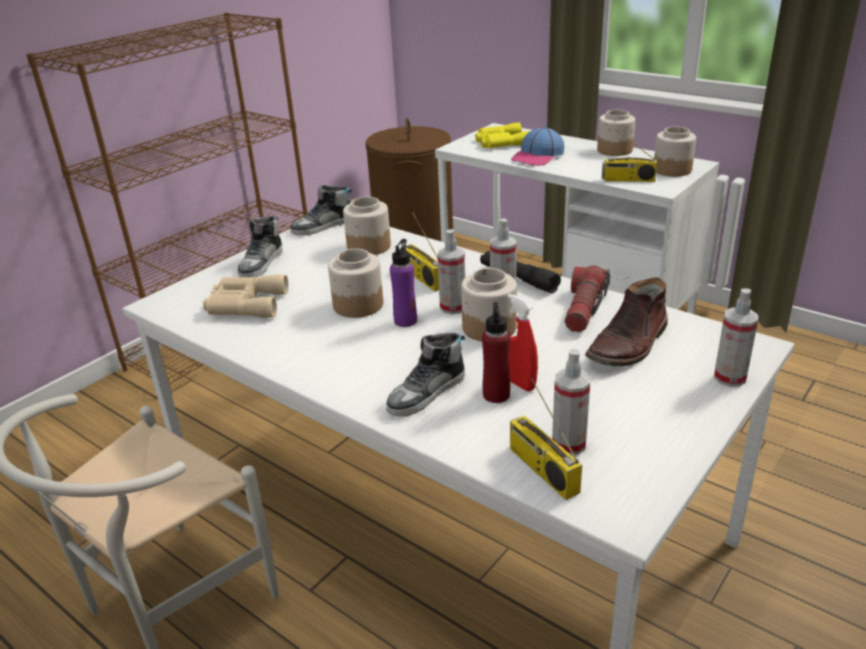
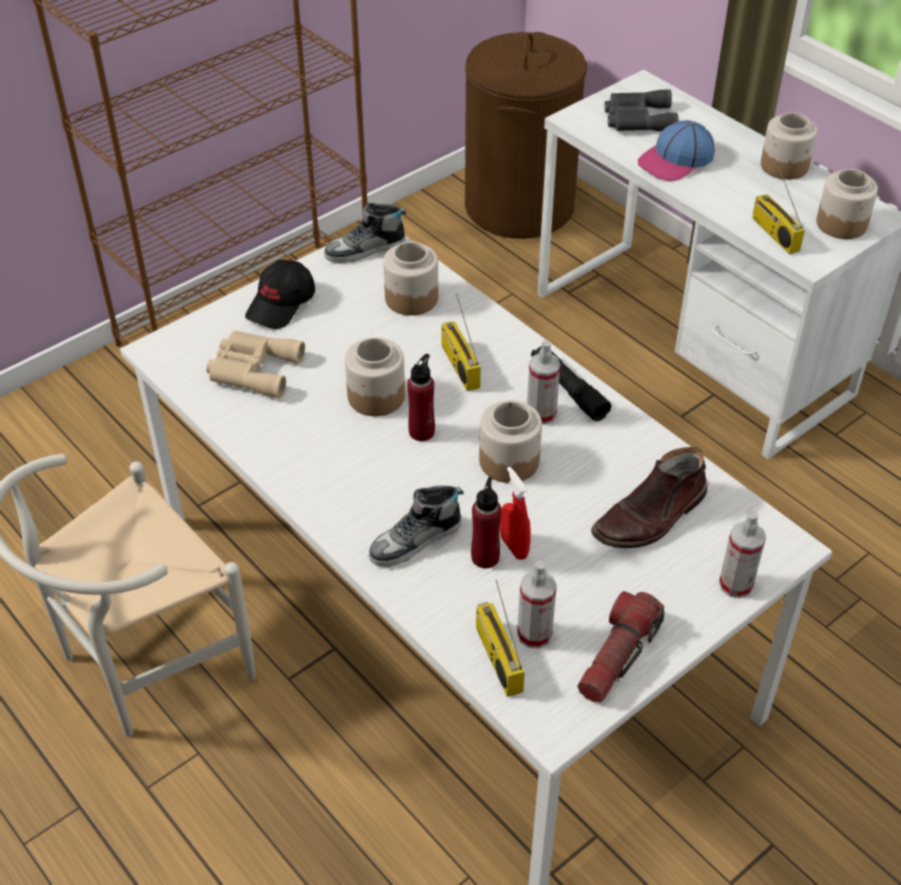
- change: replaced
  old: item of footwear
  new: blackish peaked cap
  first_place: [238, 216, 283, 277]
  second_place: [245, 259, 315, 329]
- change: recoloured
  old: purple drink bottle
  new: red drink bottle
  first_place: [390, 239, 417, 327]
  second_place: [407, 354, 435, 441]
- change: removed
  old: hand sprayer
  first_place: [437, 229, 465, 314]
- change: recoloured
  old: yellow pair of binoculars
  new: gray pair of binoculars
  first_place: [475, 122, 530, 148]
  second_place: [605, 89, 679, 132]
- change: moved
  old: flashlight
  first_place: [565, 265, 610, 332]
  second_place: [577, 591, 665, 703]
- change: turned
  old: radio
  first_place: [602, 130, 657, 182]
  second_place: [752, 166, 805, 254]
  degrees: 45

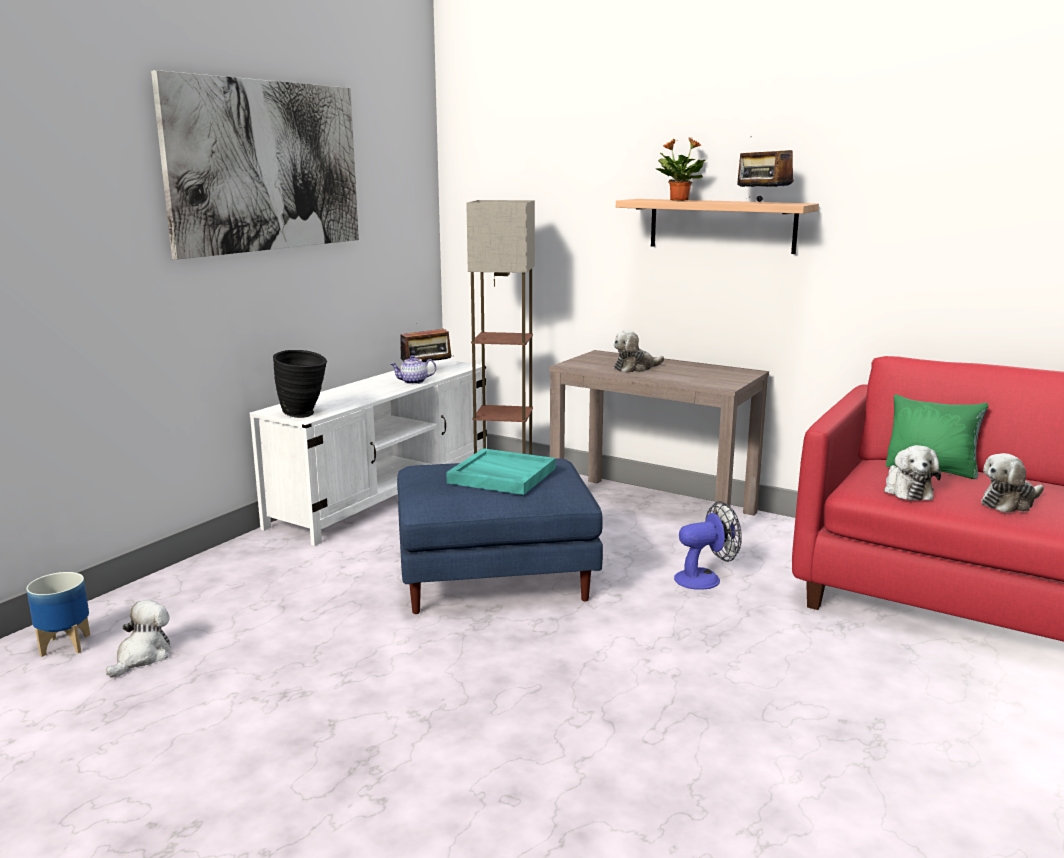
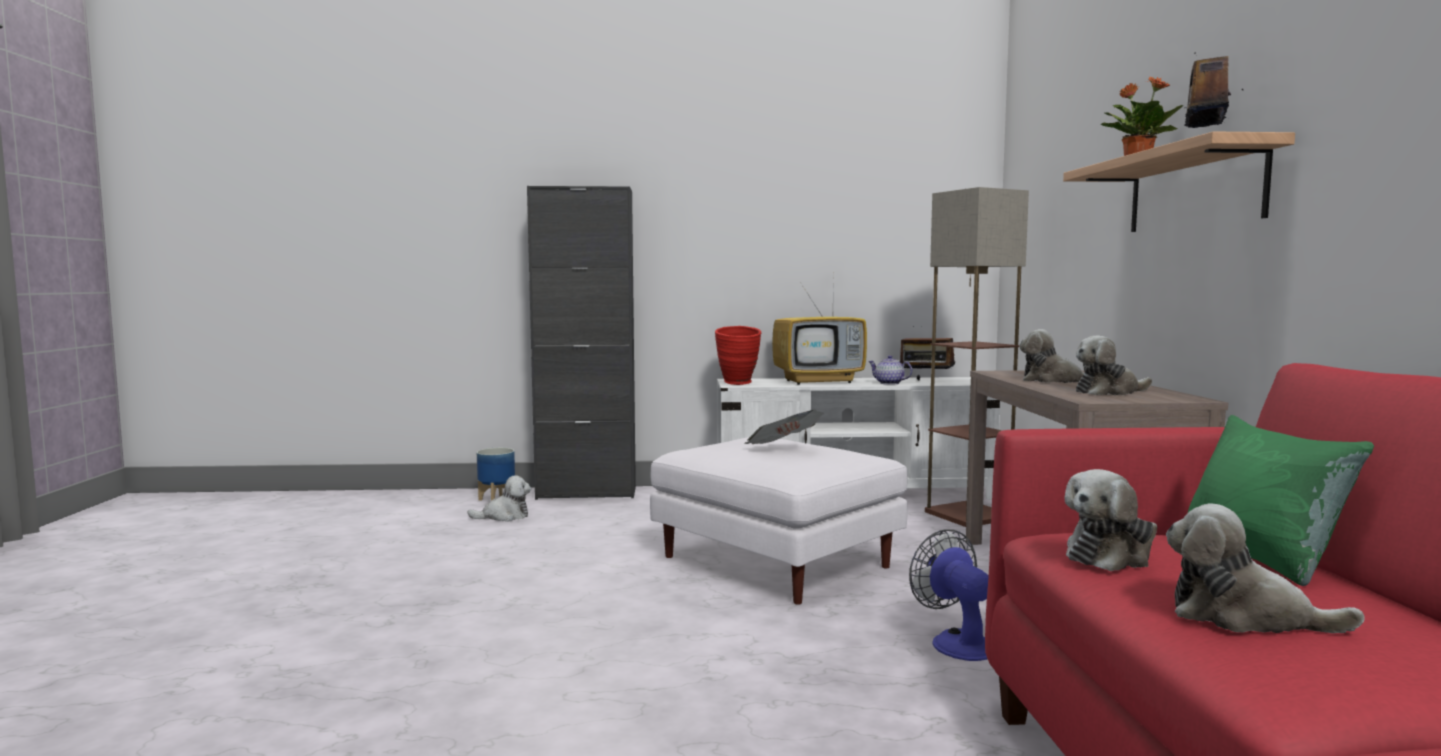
- change: removed
  old: wall picture
  first_place: [151, 70, 359, 260]
- change: recoloured
  old: blackish decorative vase
  new: red decorative vase
  first_place: [273, 350, 327, 418]
  second_place: [715, 326, 761, 385]
- change: recoloured
  old: bluish pouffe
  new: white pouffe
  first_place: [397, 459, 603, 614]
  second_place: [650, 437, 908, 605]
- change: replaced
  old: turquoise-coloured tray
  new: daily paper
  first_place: [446, 448, 556, 495]
  second_place: [744, 410, 824, 444]
- change: turned
  old: cooling fan
  first_place: [674, 501, 742, 590]
  second_place: [909, 529, 989, 661]
  degrees: -150
- change: added
  new: blackish cupboard
  second_place: [527, 186, 636, 500]
- change: added
  new: TV
  second_place: [772, 277, 867, 385]
- change: added
  new: cuddly toy
  second_place: [1076, 335, 1152, 395]

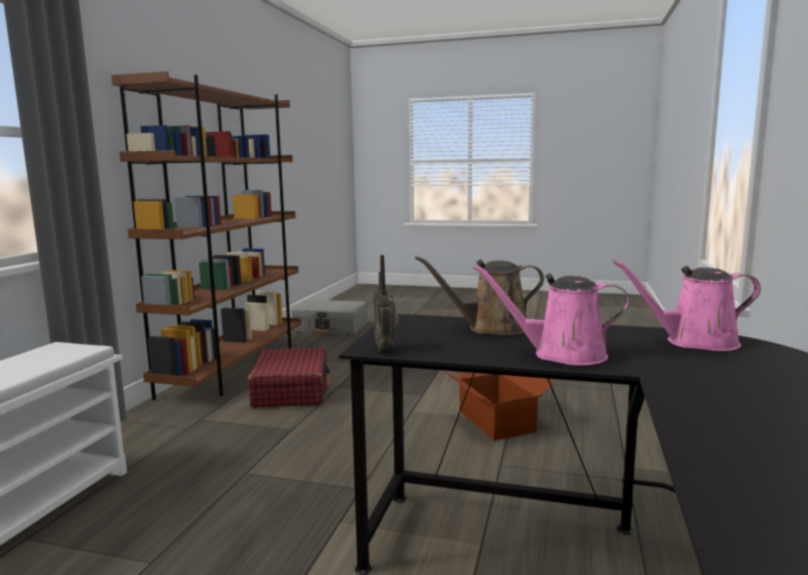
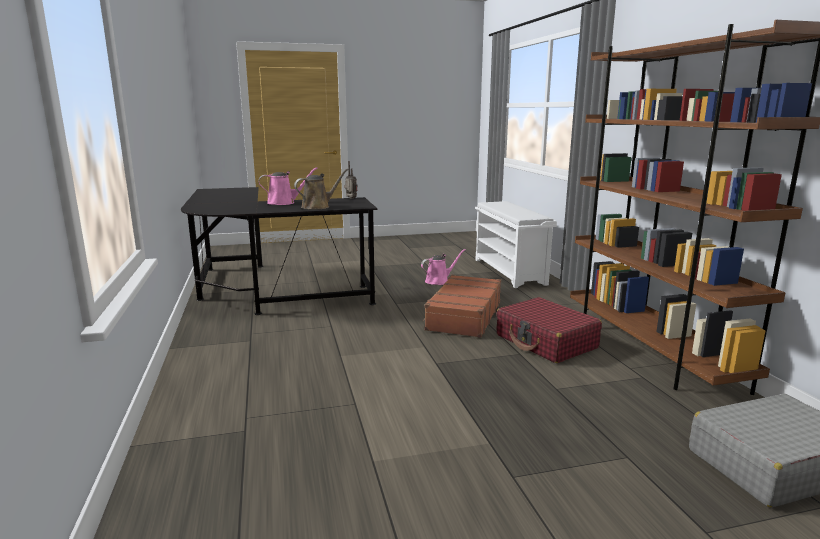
- change: removed
  old: cardboard box
  first_place: [443, 371, 555, 440]
- change: moved
  old: pinkish watering pot
  first_place: [613, 260, 761, 351]
  second_place: [421, 249, 466, 285]
- change: added
  new: brownish piece of luggage
  second_place: [423, 275, 501, 338]

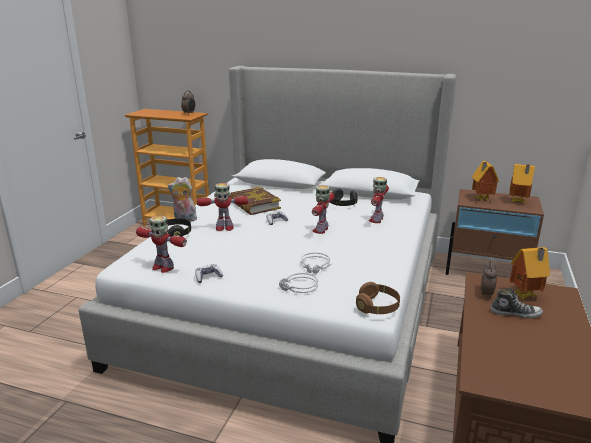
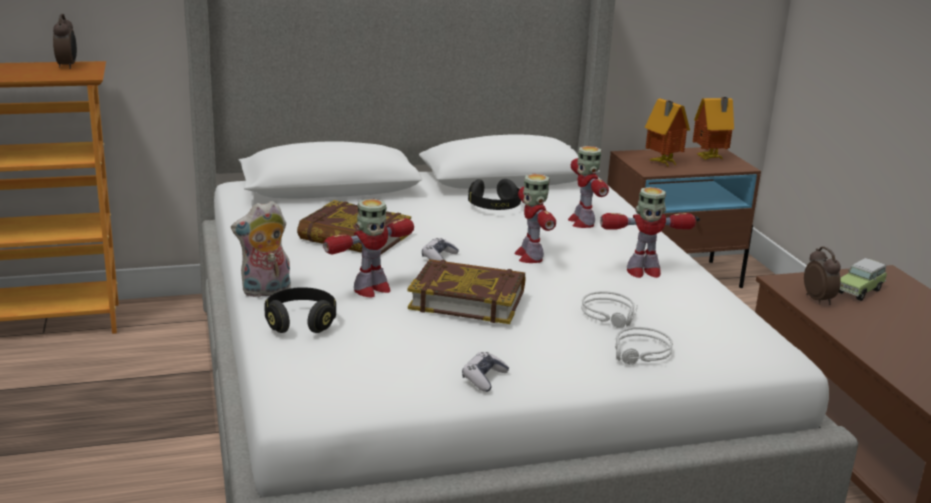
- change: moved
  old: toy robot
  first_place: [136, 215, 187, 273]
  second_place: [600, 187, 696, 278]
- change: removed
  old: brownish headset
  first_place: [356, 282, 400, 314]
- change: removed
  old: item of footwear
  first_place: [491, 288, 543, 319]
- change: replaced
  old: miniature house
  new: model car
  first_place: [510, 247, 550, 299]
  second_place: [838, 258, 887, 301]
- change: added
  new: bound book
  second_place: [407, 259, 525, 324]

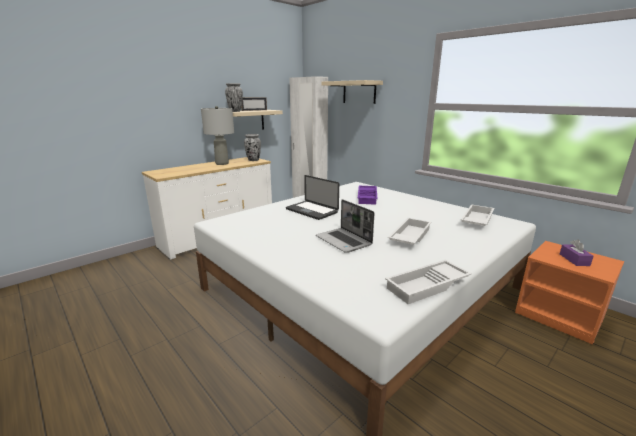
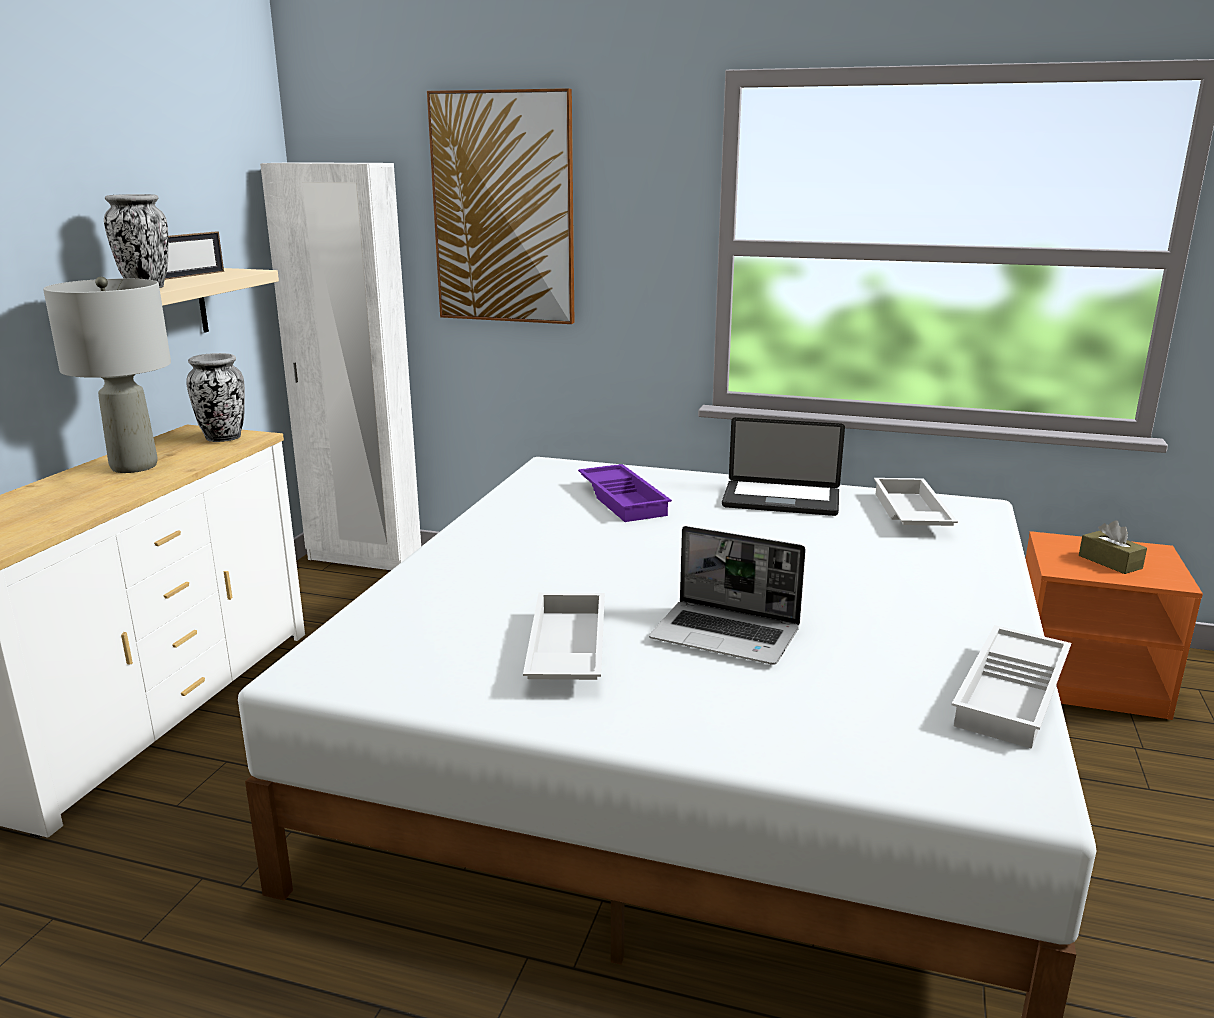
- change: moved
  old: portable computer
  first_place: [286, 175, 339, 220]
  second_place: [722, 417, 845, 516]
- change: replaced
  old: beige-coloured shelf
  new: wall picture
  first_place: [321, 80, 383, 104]
  second_place: [427, 88, 575, 324]
- change: moved
  old: white tray
  first_place: [388, 218, 432, 245]
  second_place: [523, 593, 605, 680]
- change: recoloured
  old: purple box of tissues
  new: brownish box of tissues
  first_place: [560, 240, 593, 266]
  second_place: [1079, 520, 1147, 574]

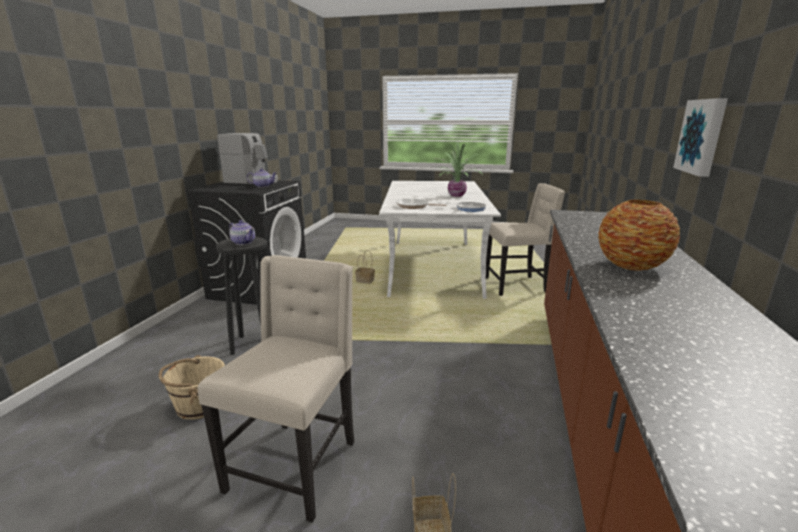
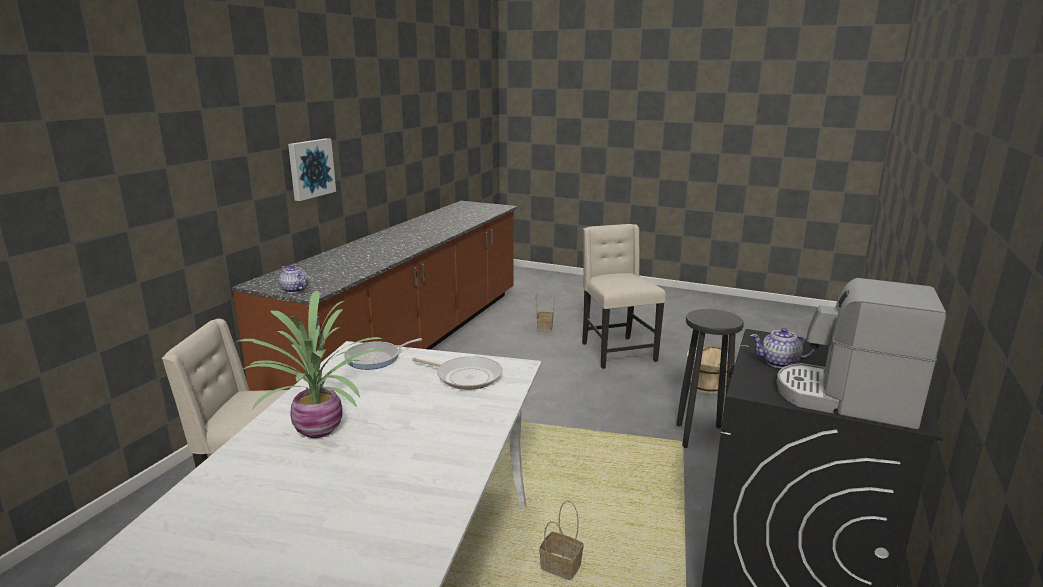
- change: turned
  old: beige-coloured upright chair
  first_place: [198, 255, 354, 523]
  second_place: [582, 224, 666, 369]
  degrees: 135
- change: moved
  old: teapot
  first_place: [229, 220, 255, 245]
  second_place: [279, 264, 308, 293]
- change: removed
  old: decorative vase
  first_place: [598, 199, 680, 271]

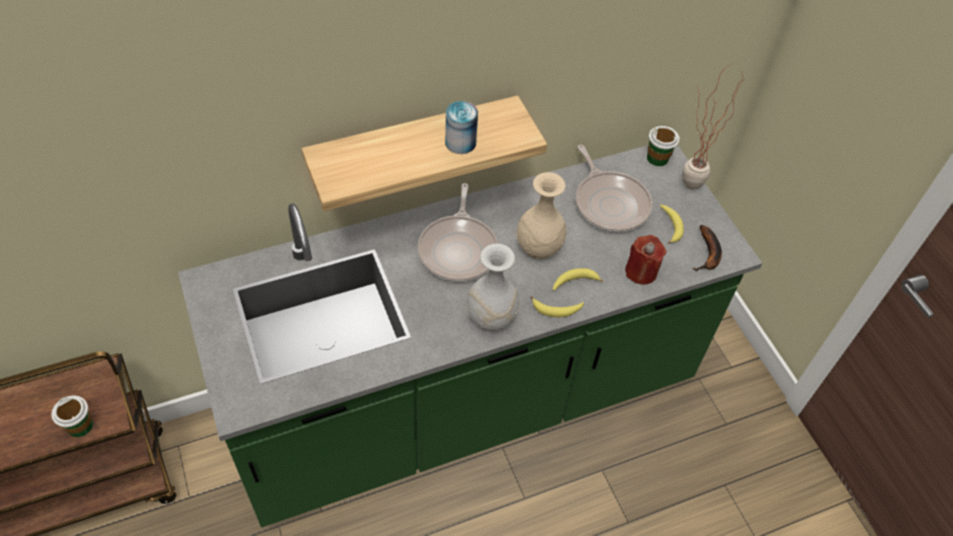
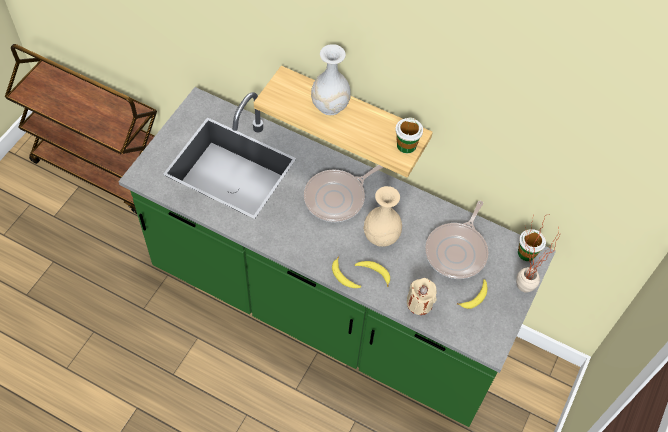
- change: moved
  old: small cup
  first_place: [51, 395, 93, 437]
  second_place: [395, 117, 423, 153]
- change: removed
  old: metal can
  first_place: [445, 101, 478, 154]
- change: moved
  old: white decorative vase
  first_place: [466, 244, 519, 331]
  second_place: [311, 44, 351, 115]
- change: recoloured
  old: red wax candle
  new: beige-coloured wax candle
  first_place: [625, 235, 666, 285]
  second_place: [407, 278, 437, 315]
- change: removed
  old: whole banana
  first_place: [692, 225, 722, 271]

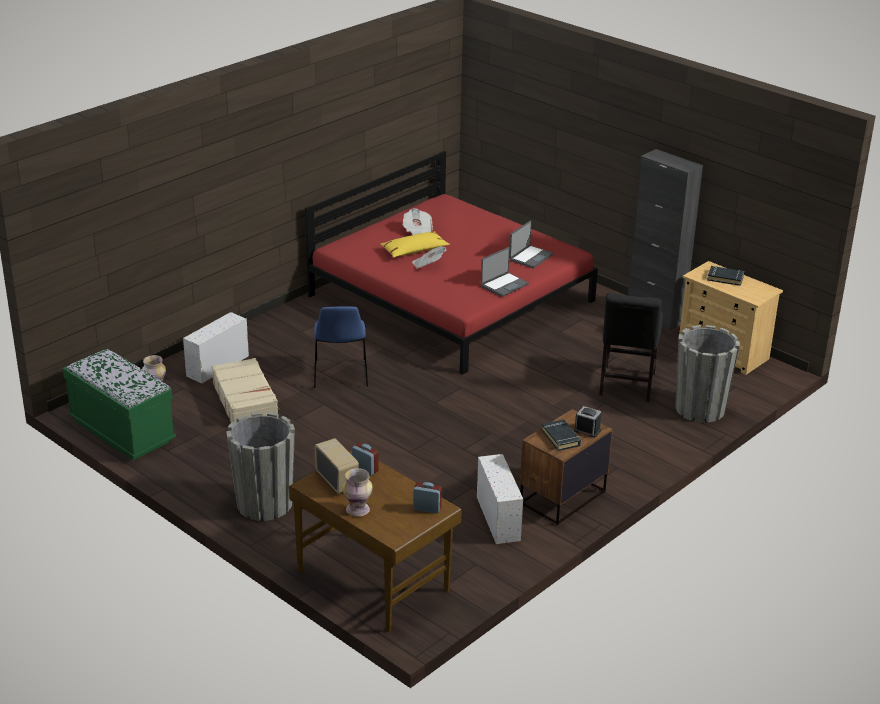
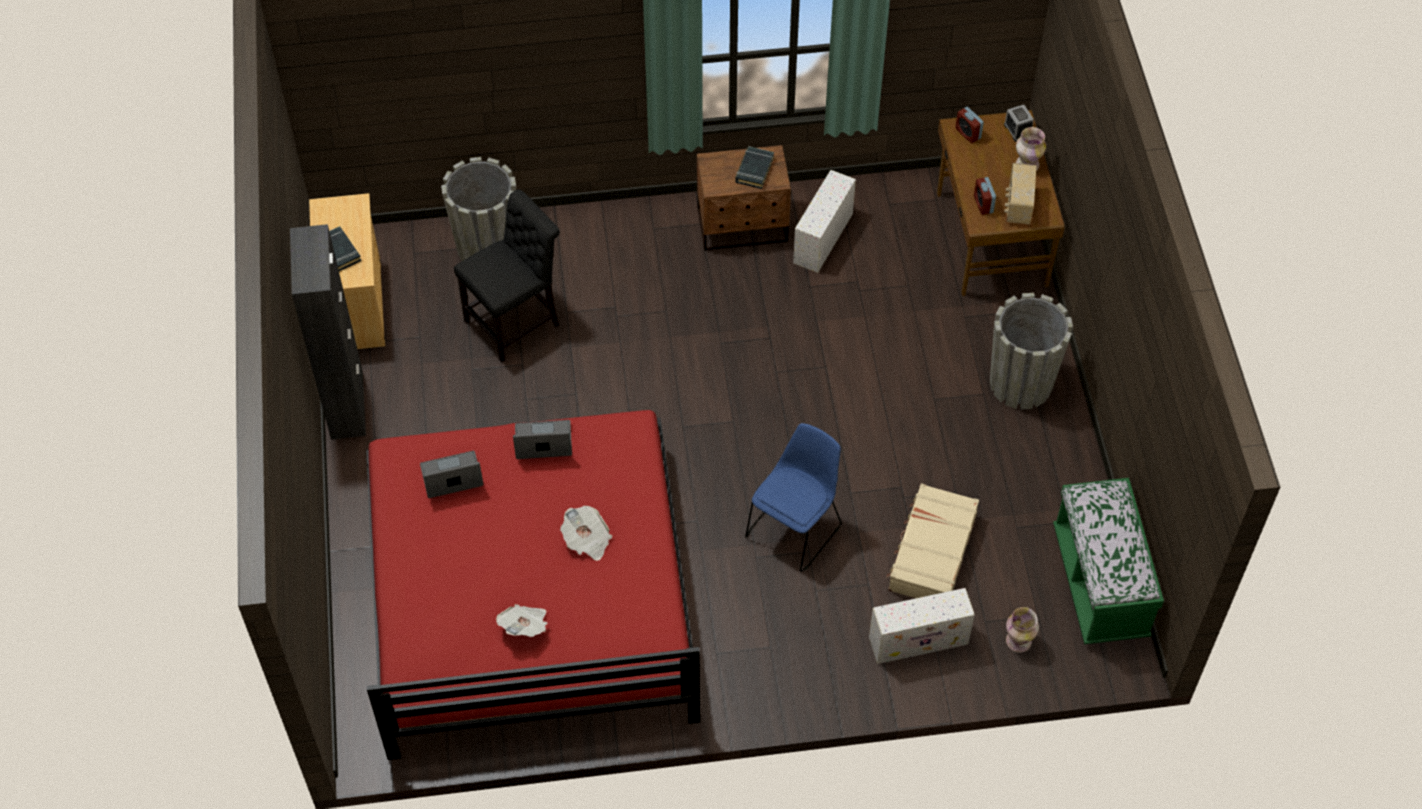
- change: removed
  old: yellow pillow
  first_place: [380, 231, 450, 258]
- change: moved
  old: alarm clock
  first_place: [574, 406, 601, 438]
  second_place: [1004, 105, 1034, 142]

